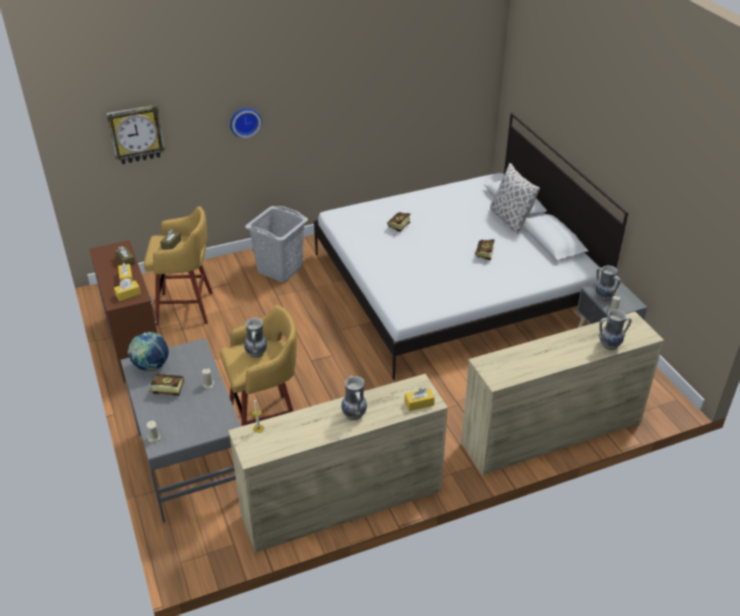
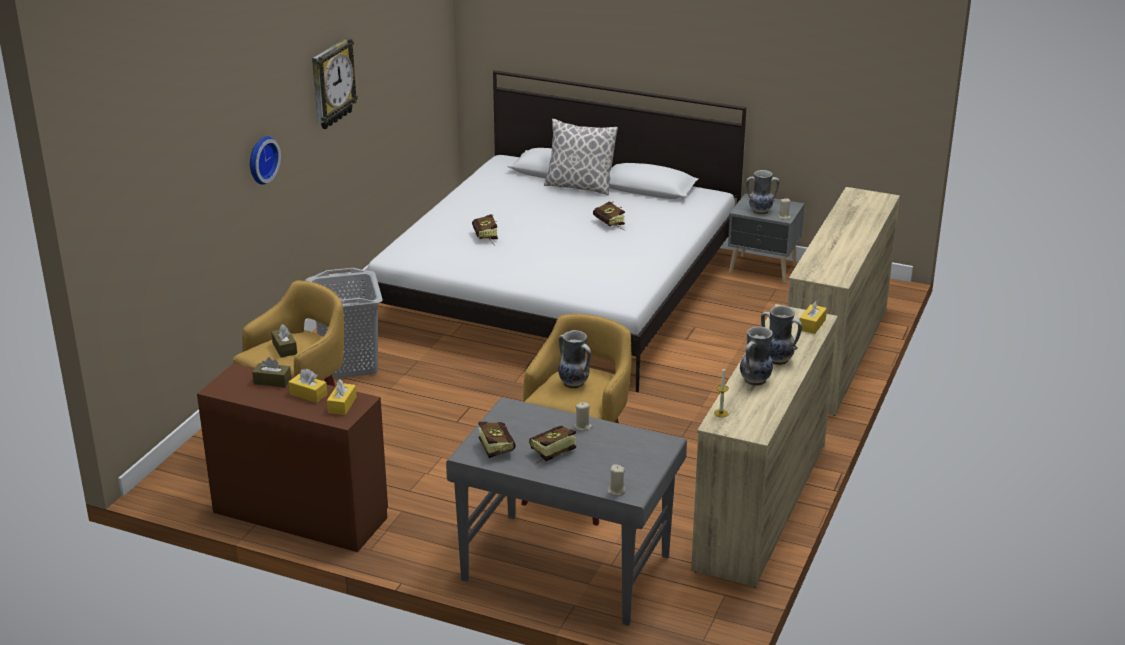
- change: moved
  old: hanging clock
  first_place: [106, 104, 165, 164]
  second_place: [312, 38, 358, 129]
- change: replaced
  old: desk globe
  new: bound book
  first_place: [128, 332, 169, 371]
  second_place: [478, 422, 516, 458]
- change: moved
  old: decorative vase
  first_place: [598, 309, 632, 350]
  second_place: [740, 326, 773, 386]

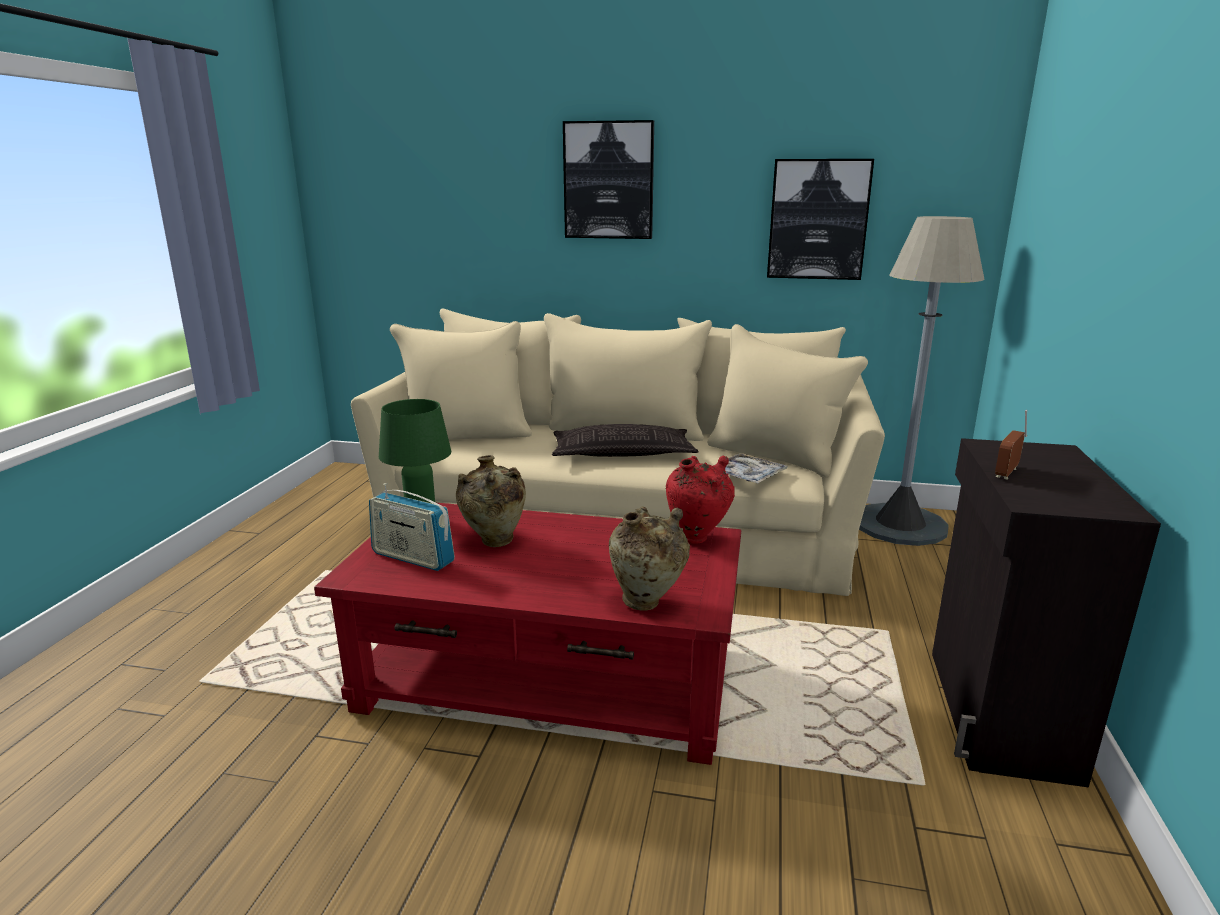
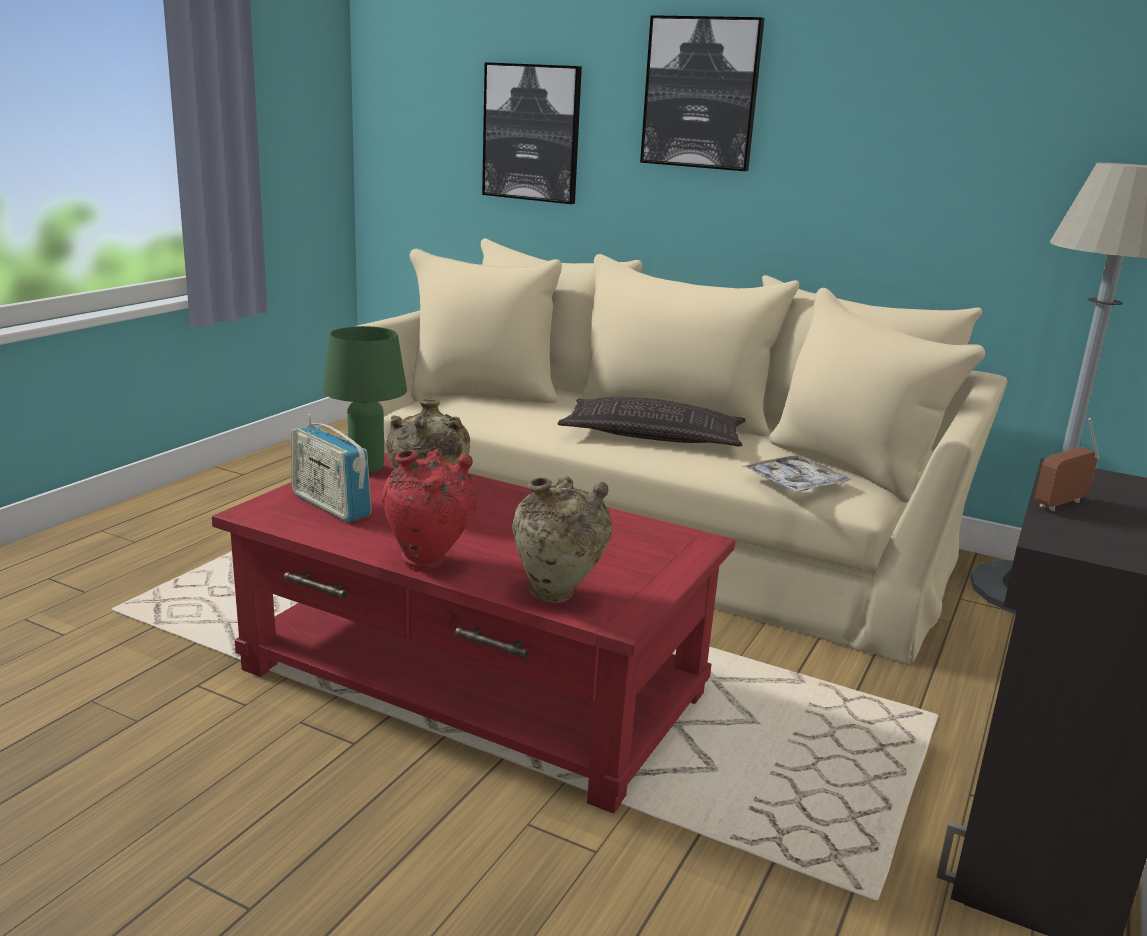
- change: moved
  old: red decorative vase
  first_place: [666, 456, 735, 544]
  second_place: [382, 449, 478, 569]
- change: moved
  old: wall picture
  first_place: [767, 159, 874, 280]
  second_place: [482, 62, 582, 204]

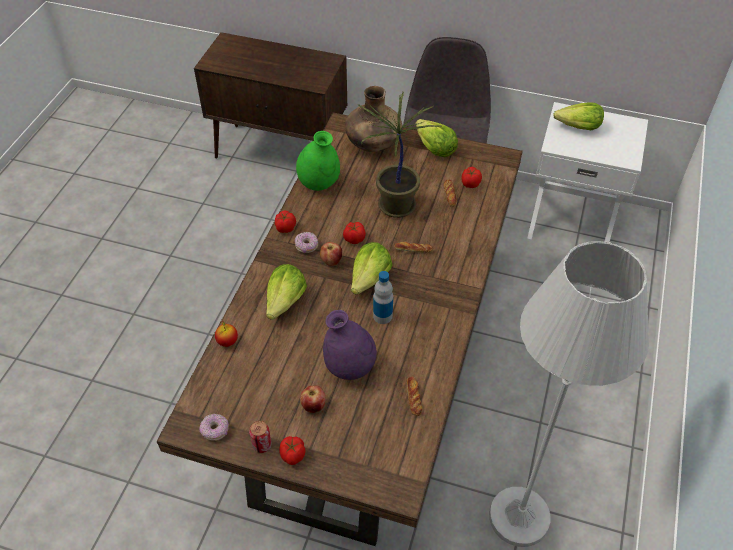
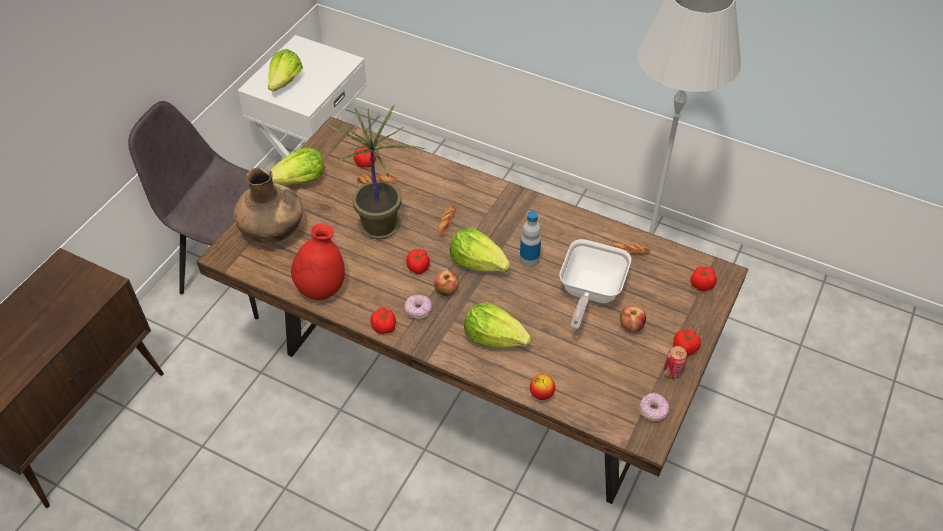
- change: recoloured
  old: green decorative vase
  new: red decorative vase
  first_place: [296, 131, 340, 191]
  second_place: [291, 223, 345, 300]
- change: replaced
  old: purple decorative vase
  new: pan
  first_place: [323, 310, 377, 380]
  second_place: [559, 239, 631, 330]
- change: added
  new: whole tomato
  second_place: [690, 266, 717, 291]

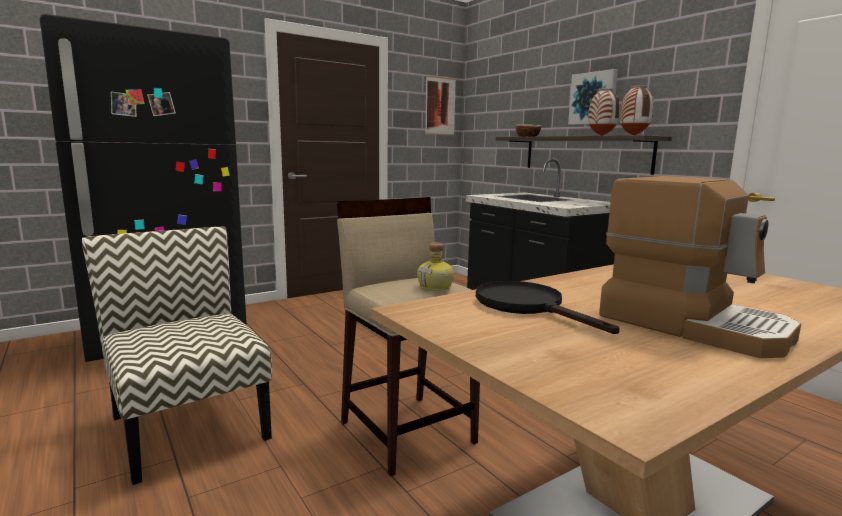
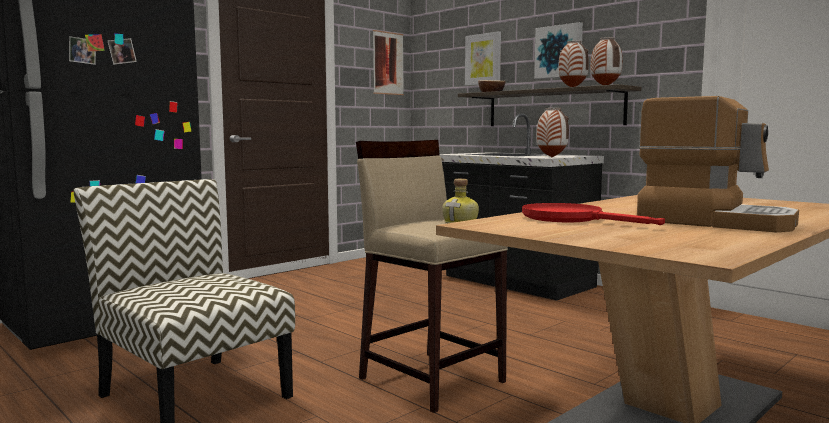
- change: recoloured
  old: blackish pan
  new: red pan
  first_place: [476, 281, 620, 334]
  second_place: [522, 203, 665, 225]
- change: added
  new: wall picture
  second_place: [465, 31, 501, 86]
- change: added
  new: decorative vase
  second_place: [537, 108, 569, 157]

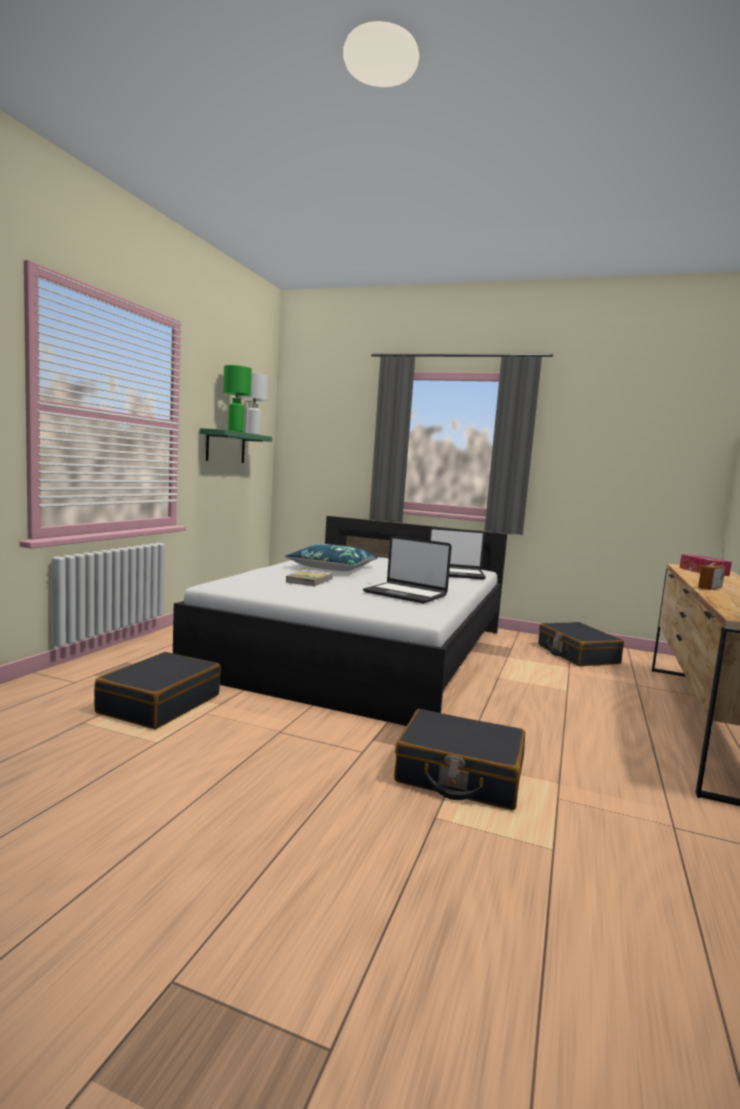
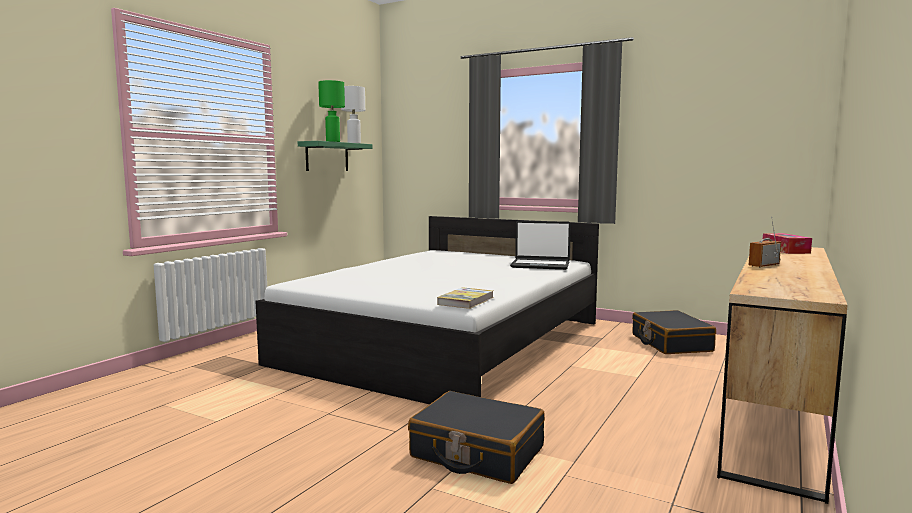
- change: removed
  old: blackish piece of luggage
  first_place: [94, 652, 221, 729]
- change: removed
  old: bluish pillow
  first_place: [285, 544, 378, 571]
- change: moved
  old: bound book
  first_place: [286, 569, 333, 586]
  second_place: [437, 287, 494, 309]
- change: removed
  old: portable computer
  first_place: [363, 536, 452, 604]

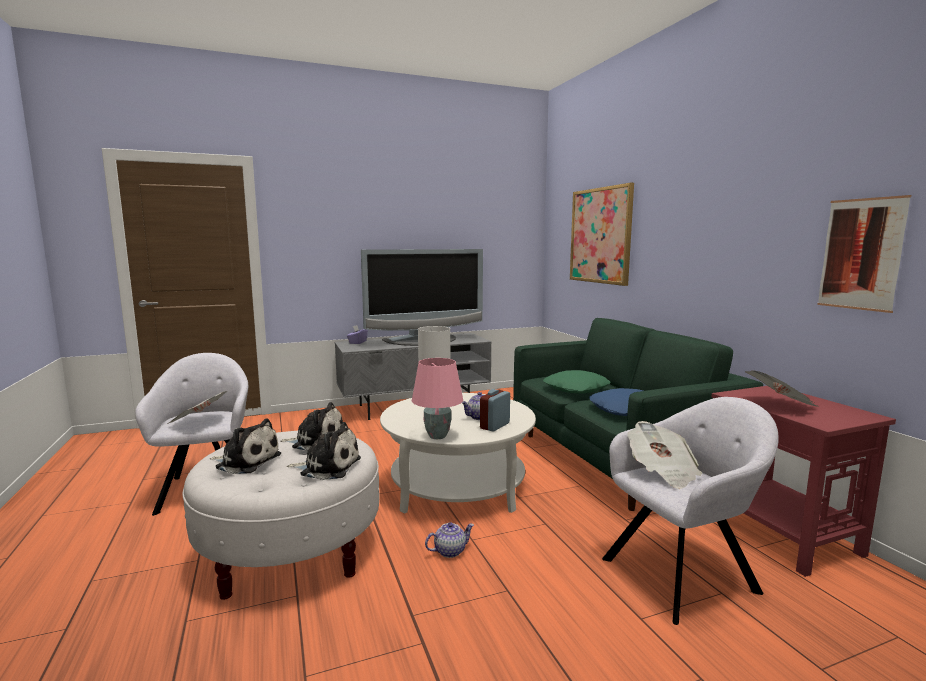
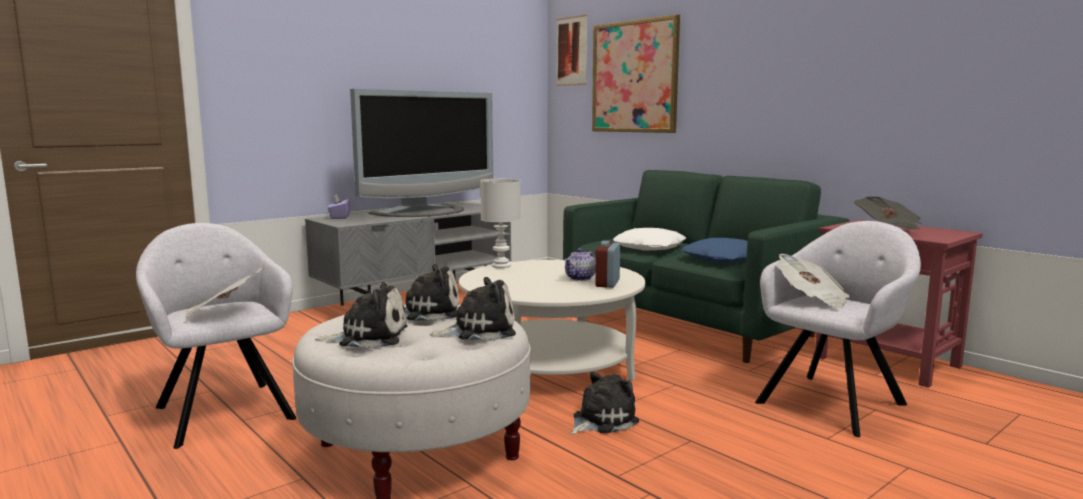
- change: removed
  old: pinkish table lamp
  first_place: [412, 358, 463, 439]
- change: replaced
  old: teapot
  new: cuddly toy
  first_place: [425, 522, 474, 558]
  second_place: [570, 371, 639, 434]
- change: recoloured
  old: green pillow
  new: white pillow
  first_place: [543, 370, 610, 393]
  second_place: [613, 228, 686, 251]
- change: moved
  old: wall picture
  first_place: [817, 195, 911, 313]
  second_place: [556, 15, 588, 86]

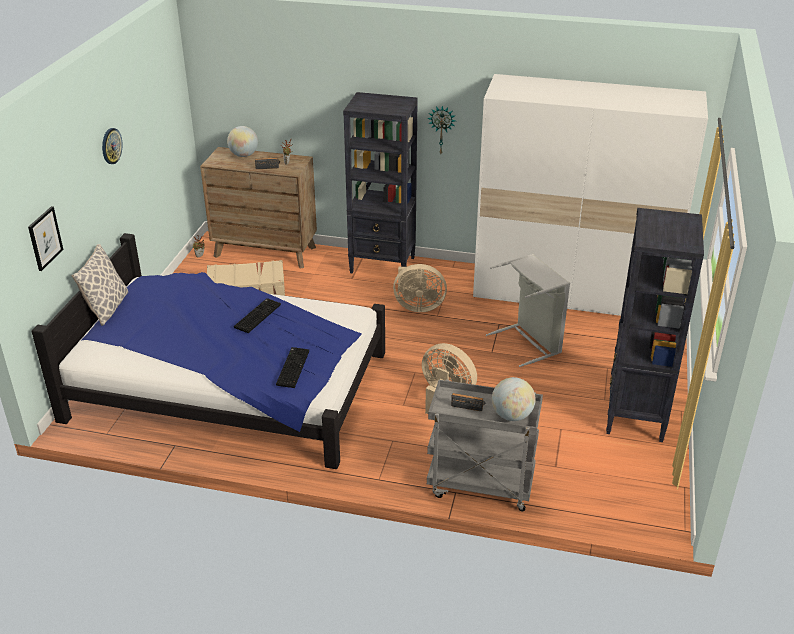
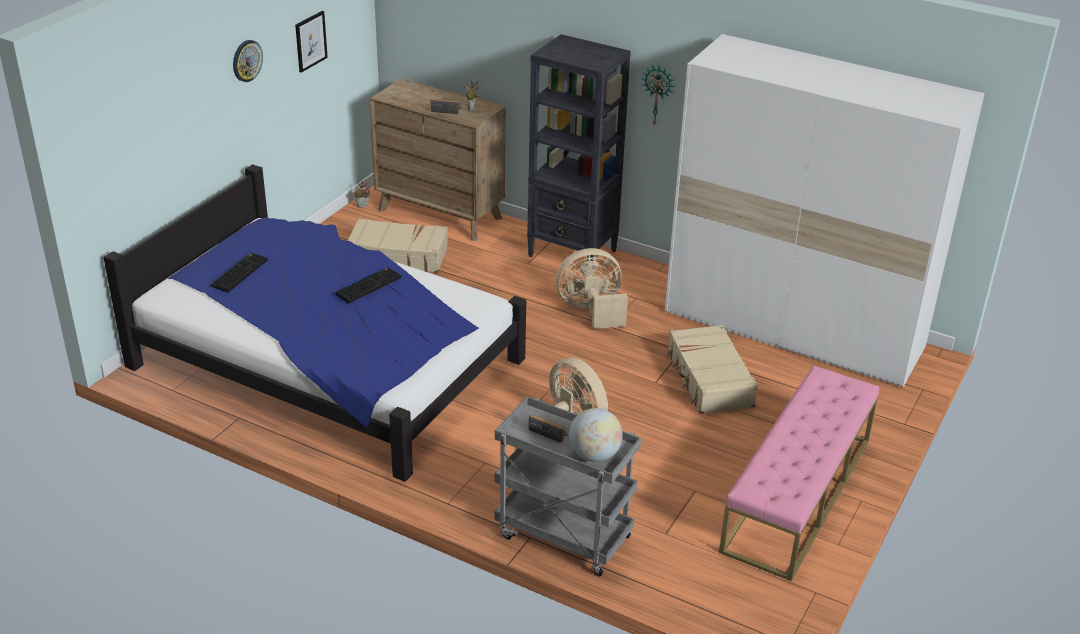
- change: moved
  old: wall picture
  first_place: [28, 206, 63, 271]
  second_place: [295, 11, 328, 73]
- change: removed
  old: pillow
  first_place: [72, 244, 128, 326]
- change: removed
  old: desk globe
  first_place: [227, 126, 258, 157]
- change: moved
  old: computer keyboard
  first_place: [276, 347, 309, 388]
  second_place: [211, 253, 268, 292]
- change: turned
  old: beige-coloured cooling fan
  first_place: [393, 264, 447, 312]
  second_place: [556, 248, 628, 329]
  degrees: 150
- change: replaced
  old: gray washing basket
  new: beige-coloured piece of luggage
  first_place: [486, 254, 570, 367]
  second_place: [667, 324, 758, 414]
- change: replaced
  old: blackish bookshelf
  new: pinkish indoor bench
  first_place: [606, 208, 704, 442]
  second_place: [719, 365, 879, 581]

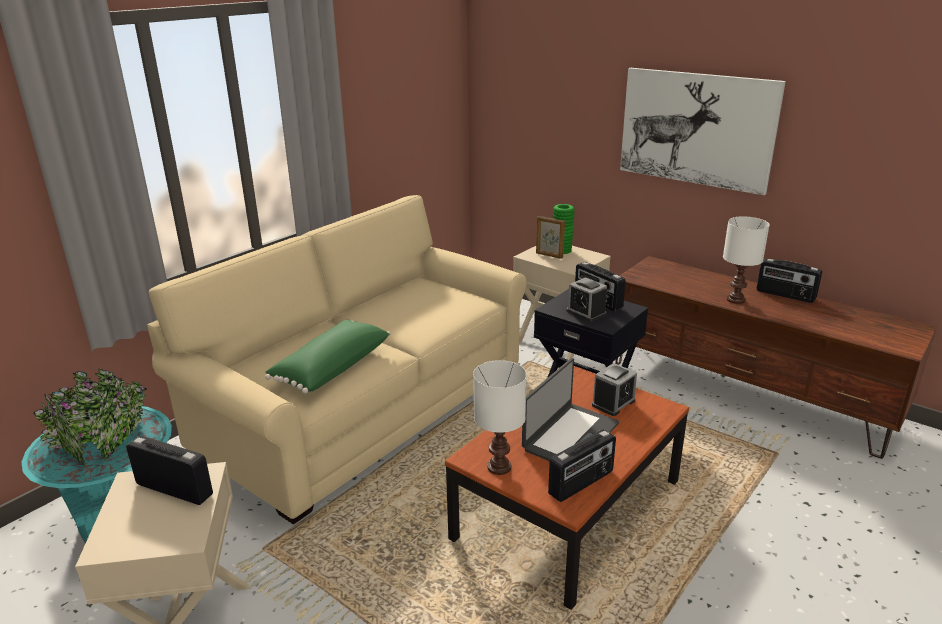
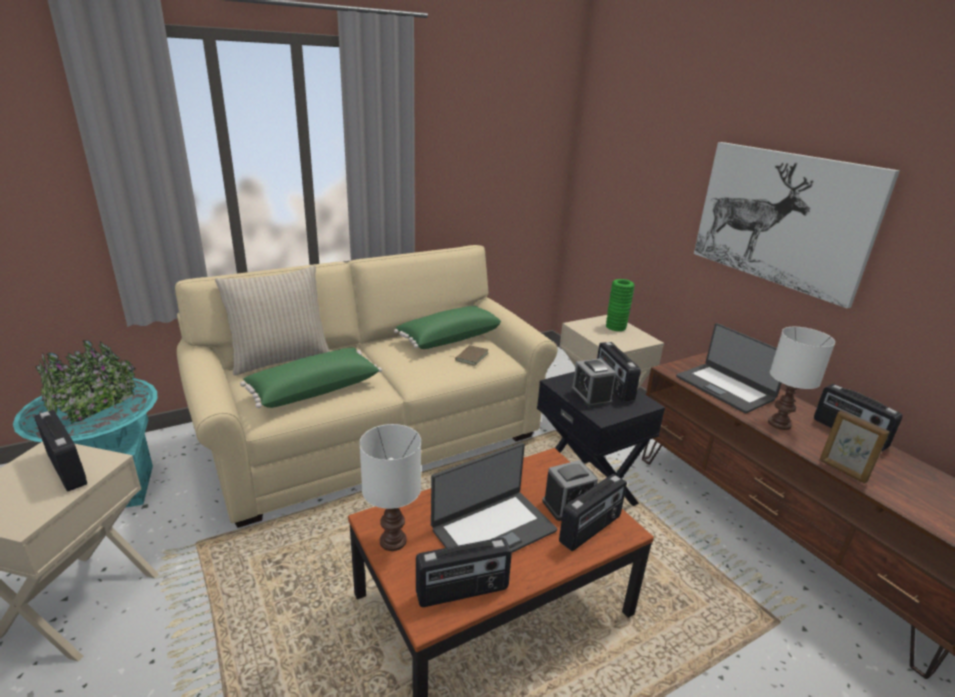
- change: moved
  old: picture frame
  first_place: [536, 216, 565, 259]
  second_place: [820, 410, 889, 484]
- change: added
  new: beige-coloured pillow
  second_place: [215, 265, 330, 376]
- change: added
  new: green pillow
  second_place: [394, 306, 501, 349]
- change: added
  new: brownish bound book
  second_place: [452, 345, 488, 366]
- change: added
  new: radio
  second_place: [559, 474, 627, 551]
- change: added
  new: portable computer
  second_place: [676, 323, 781, 413]

